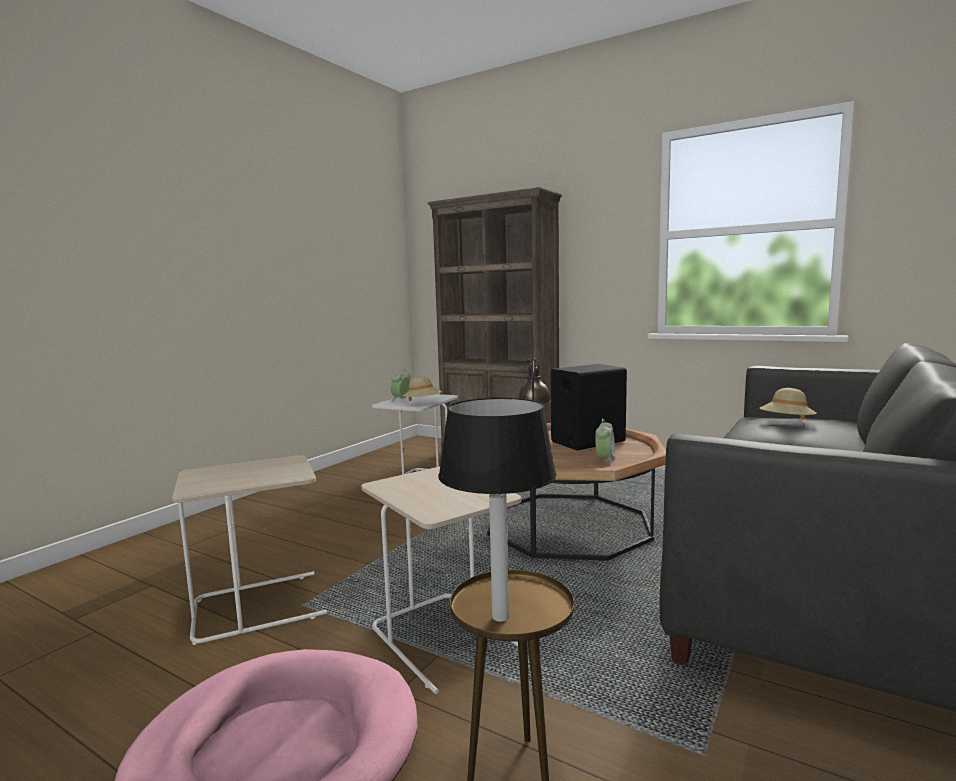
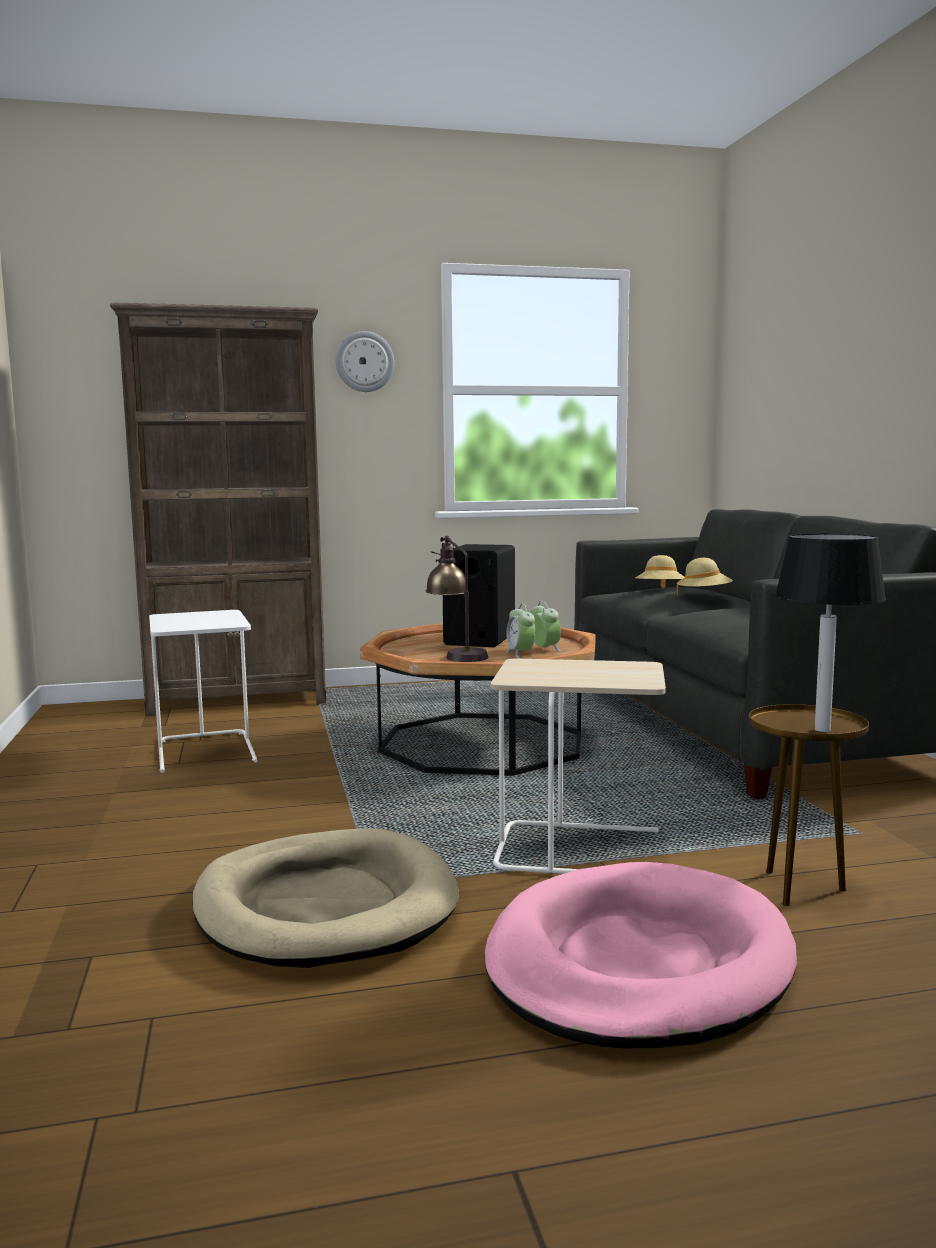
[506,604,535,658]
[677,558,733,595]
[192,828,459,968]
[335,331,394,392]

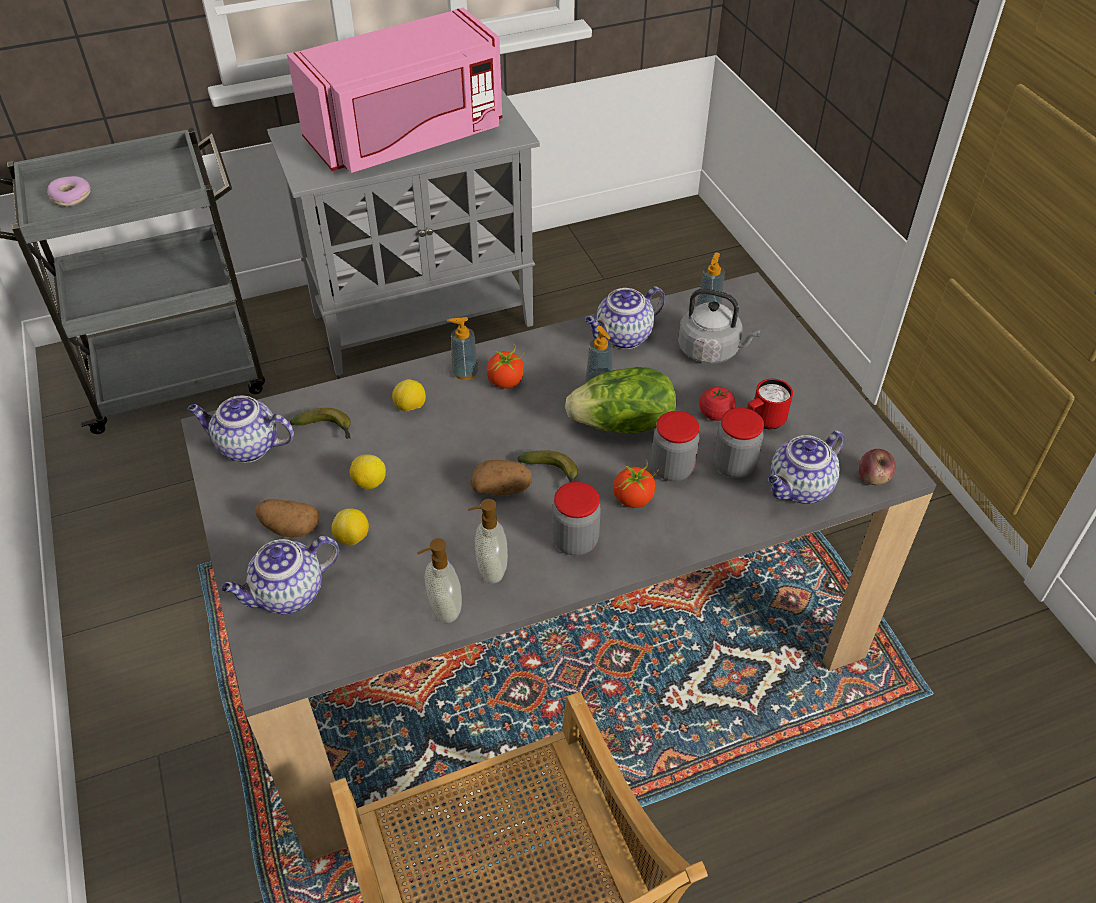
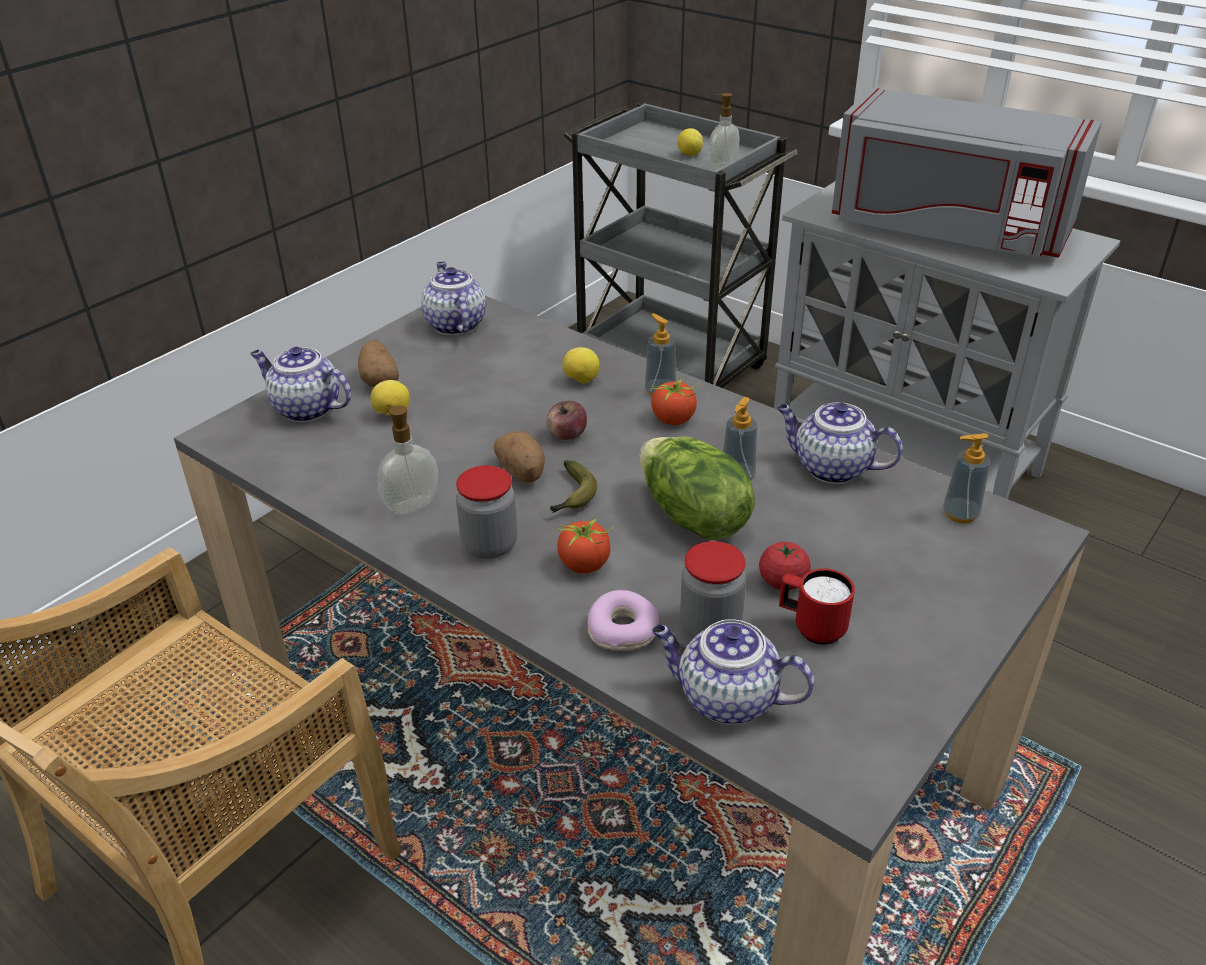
[832,87,1102,259]
[587,590,659,651]
[678,288,760,364] (first image)
[290,408,351,439] (first image)
[651,411,699,481] (first image)
[546,401,587,440]
[677,128,703,156]
[709,93,740,170]

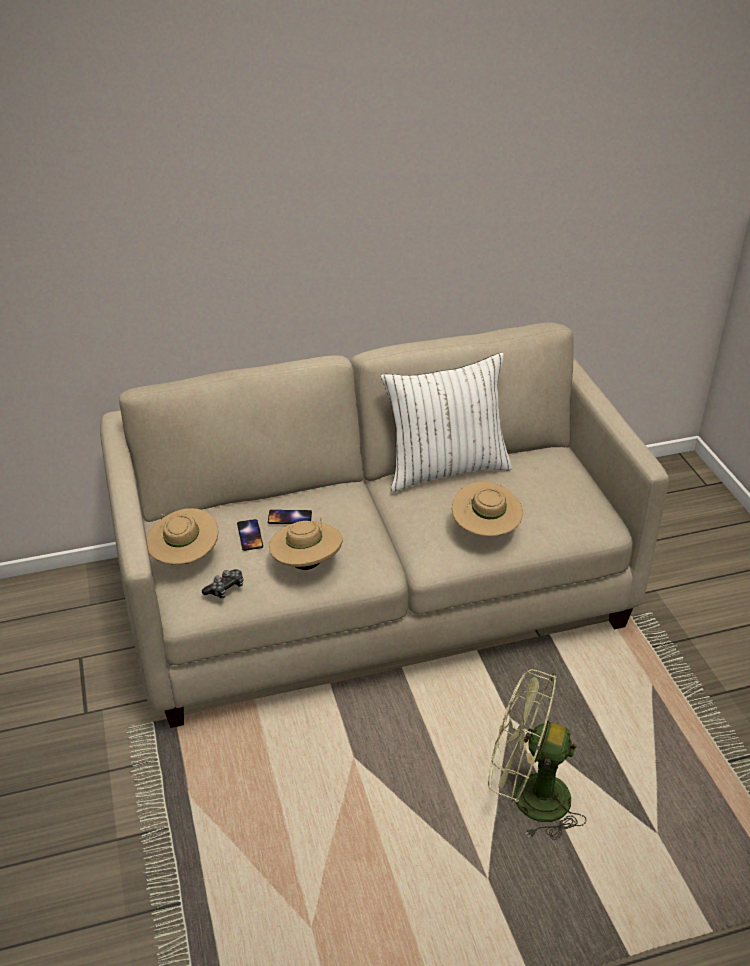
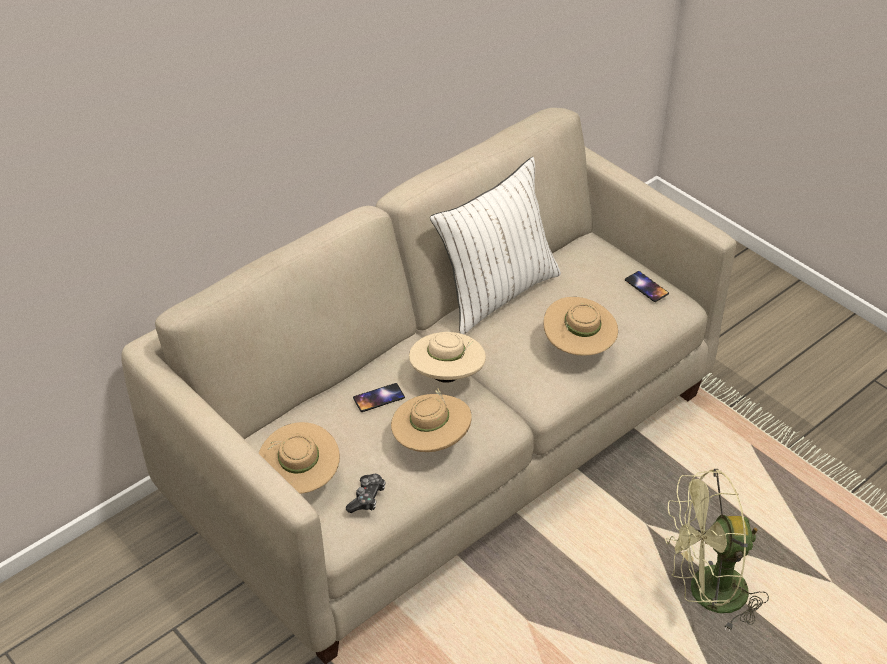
[625,271,669,302]
[409,332,486,383]

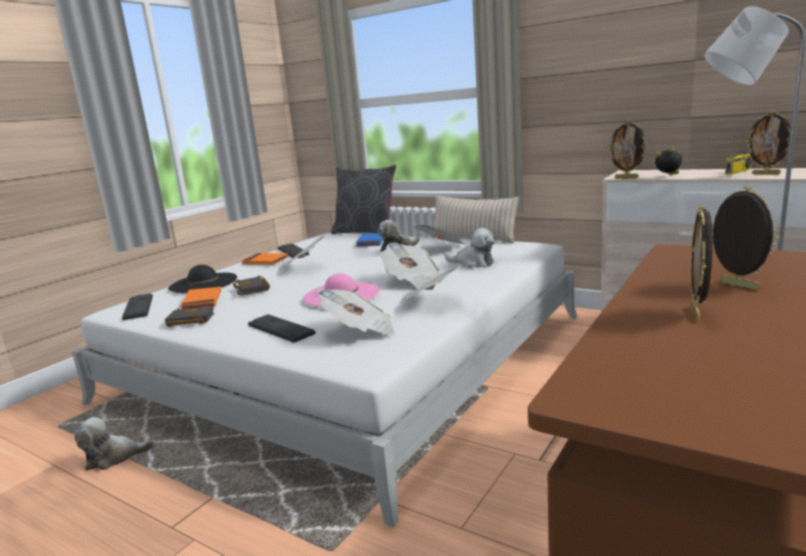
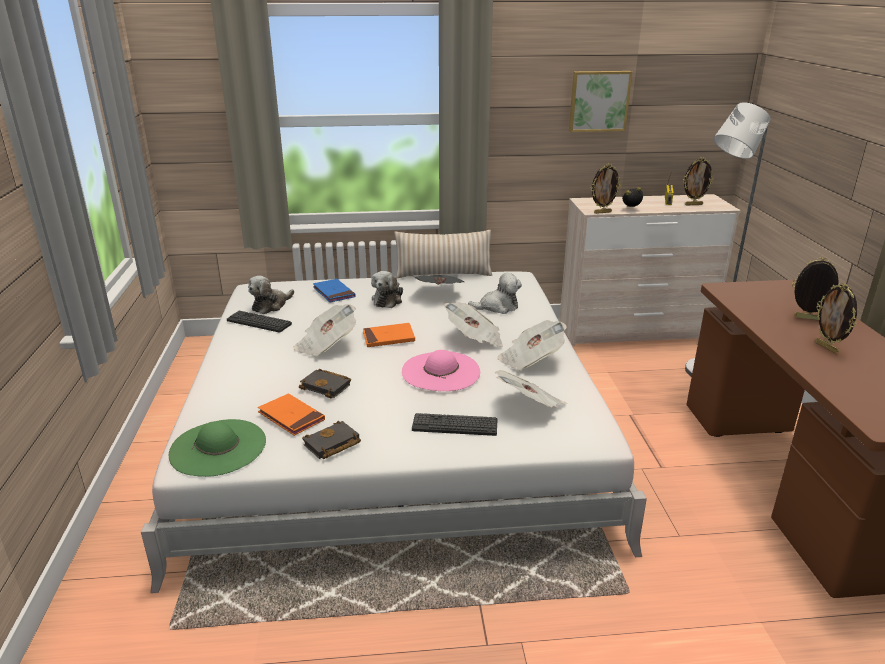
[331,165,396,234] (first image)
[363,323,415,347]
[168,265,237,294] (first image)
[169,419,266,477]
[248,276,294,314]
[569,71,632,132]

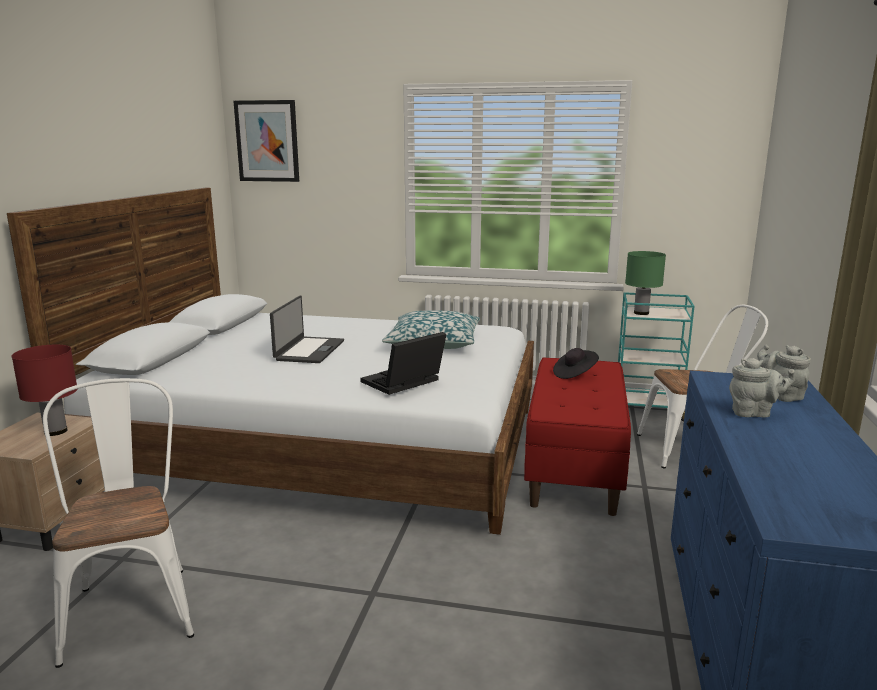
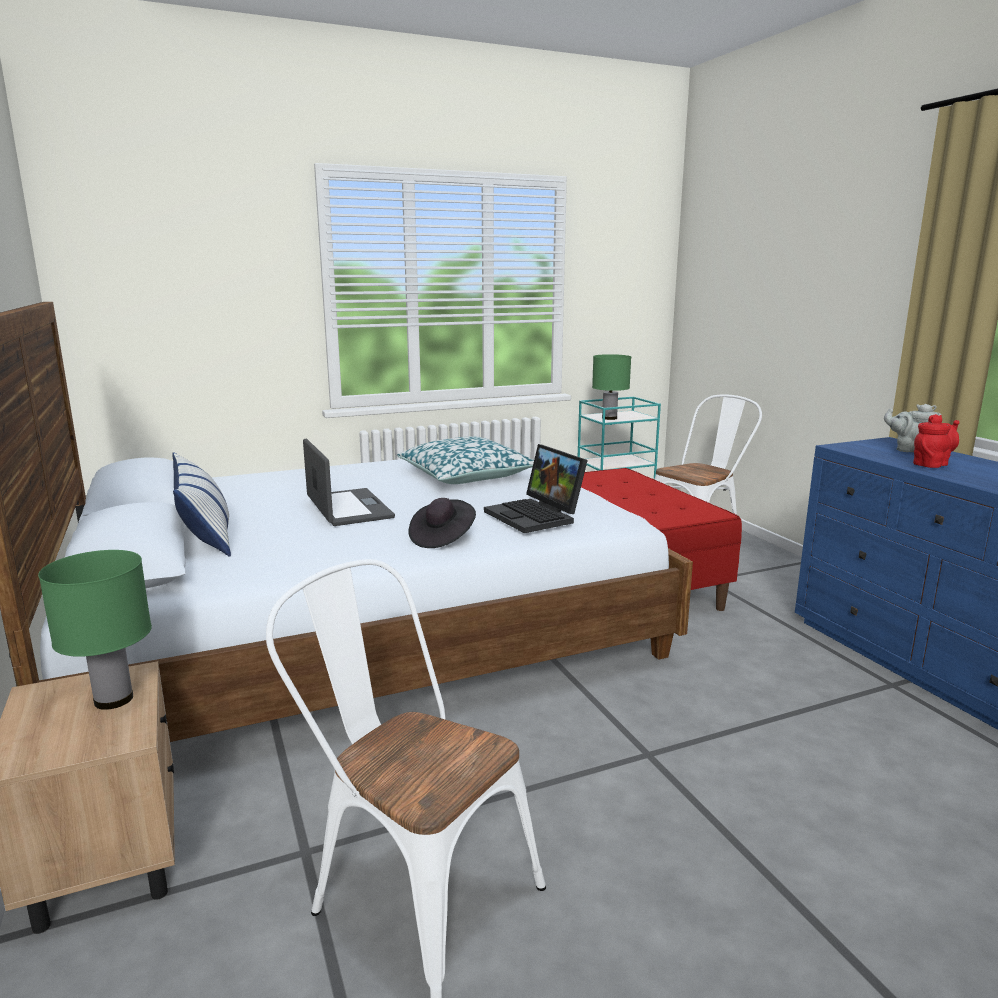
[233,100,299,182] (first image)
[484,444,588,533]
[38,550,152,710]
[408,498,476,548]
[913,414,960,468]
[172,452,231,557]

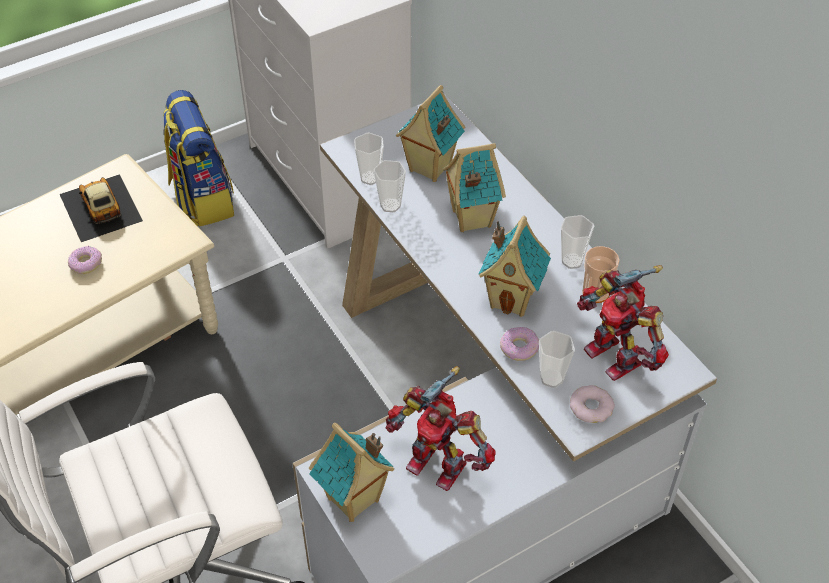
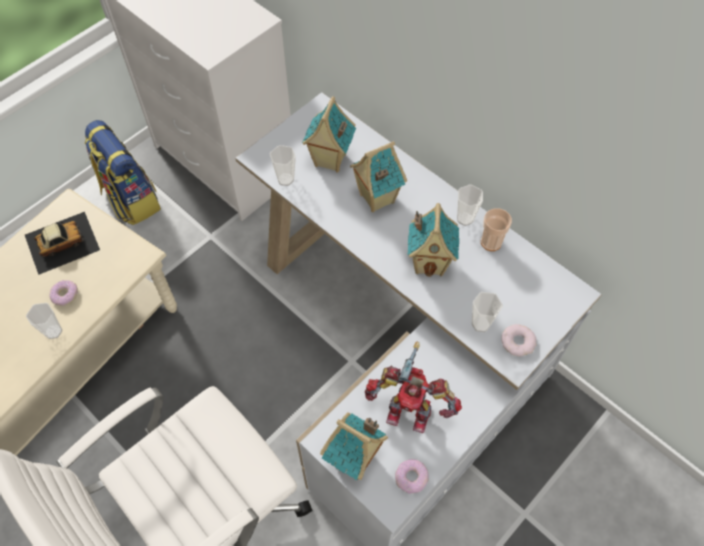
[26,303,62,339]
[25,212,100,275]
[577,265,669,381] (first image)
[395,459,429,494]

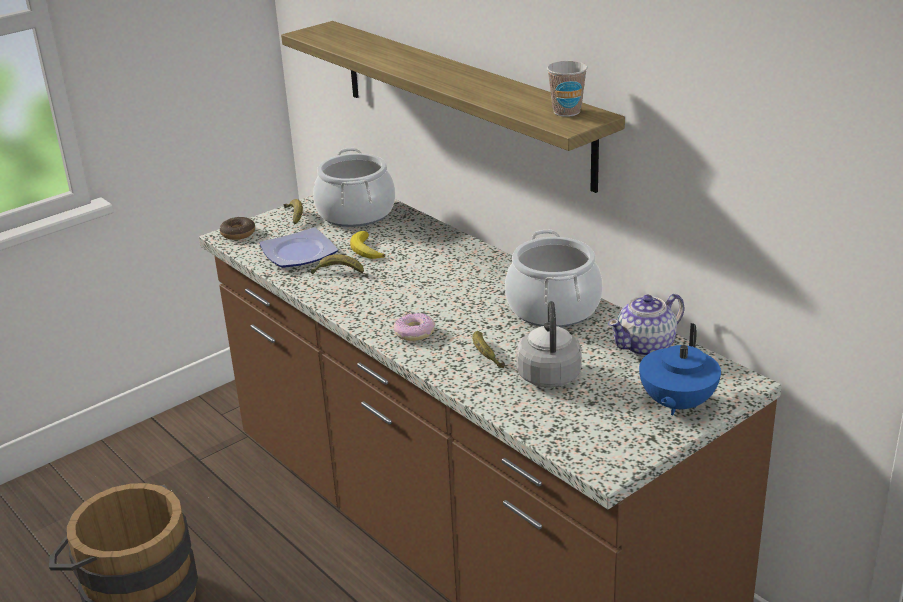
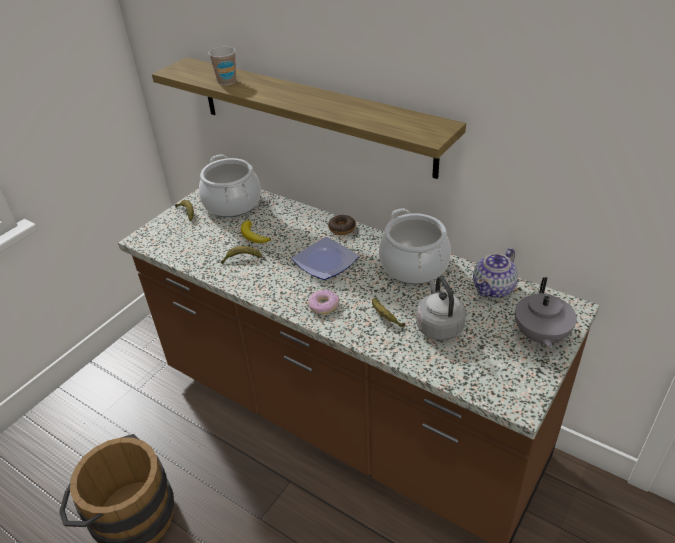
[208,47,236,85]
[328,215,356,235]
[292,237,359,280]
[515,277,577,348]

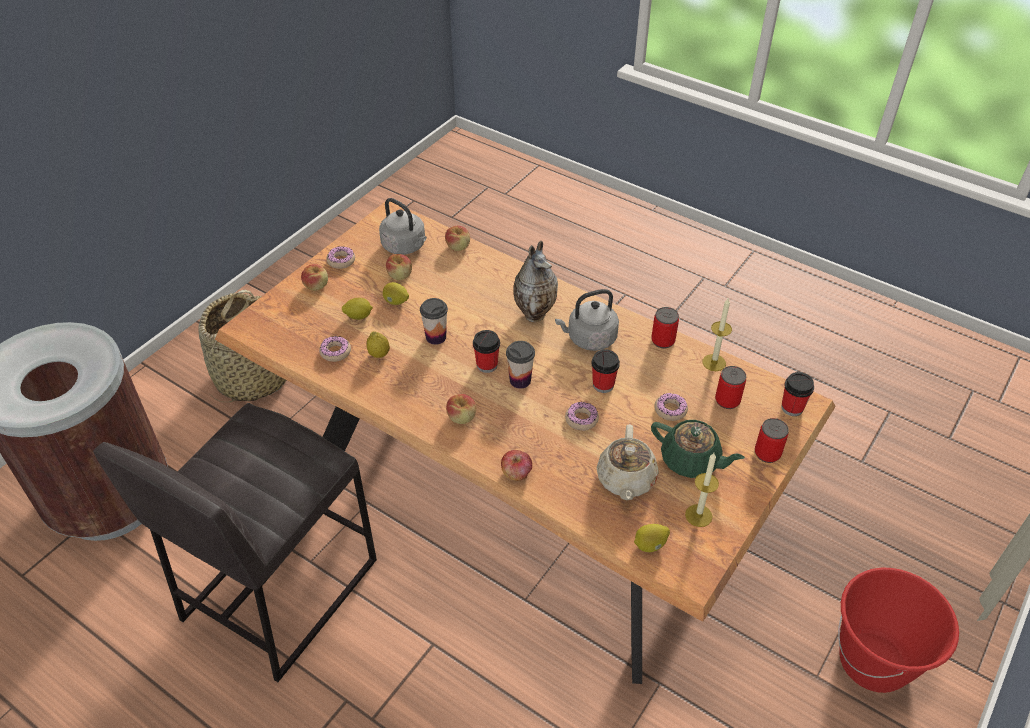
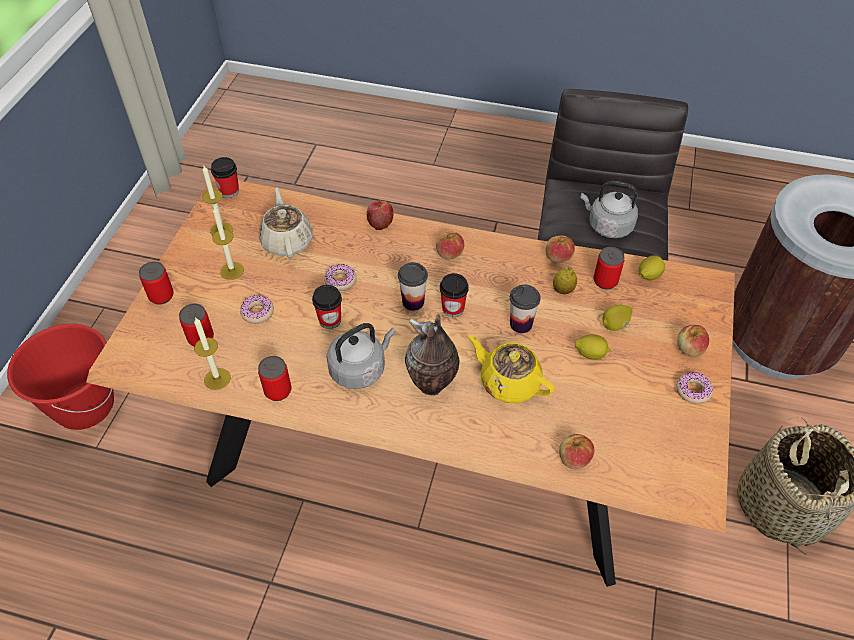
[581,181,638,238]
[546,235,575,263]
[593,247,624,289]
[211,157,239,198]
[212,207,244,280]
[638,255,665,280]
[468,335,555,403]

